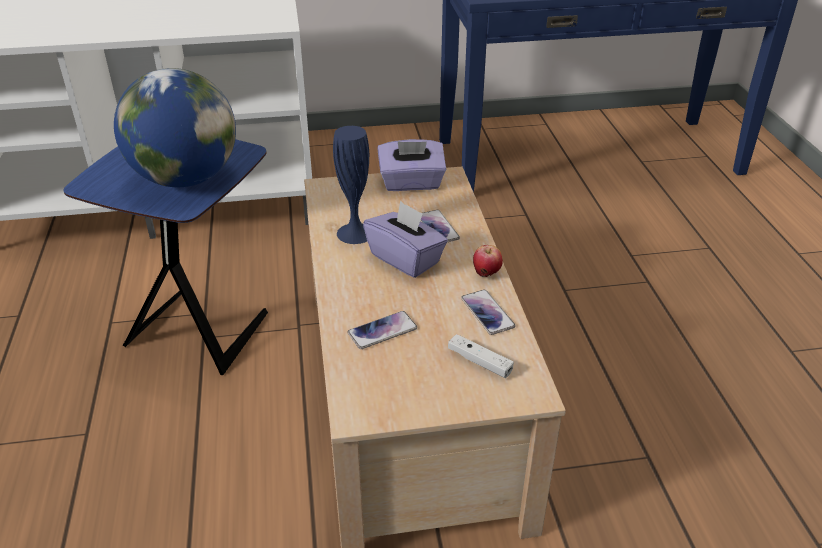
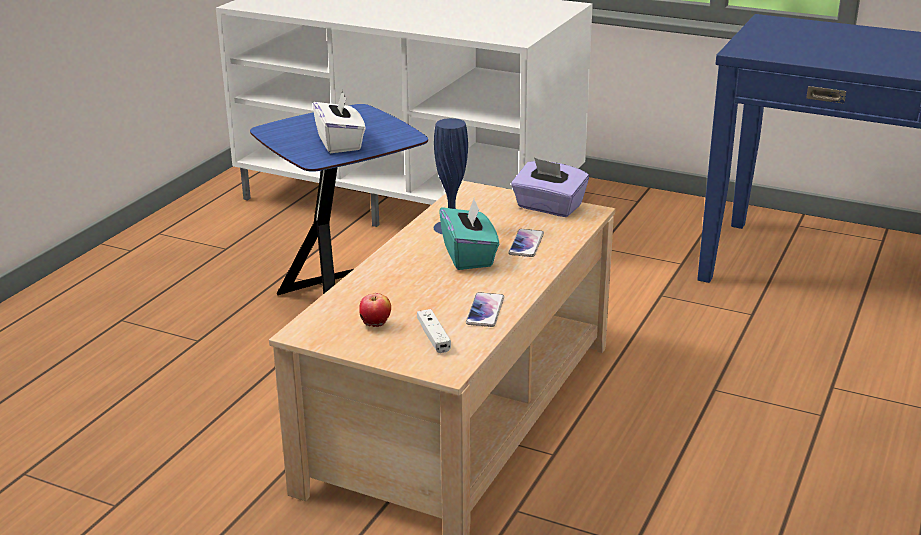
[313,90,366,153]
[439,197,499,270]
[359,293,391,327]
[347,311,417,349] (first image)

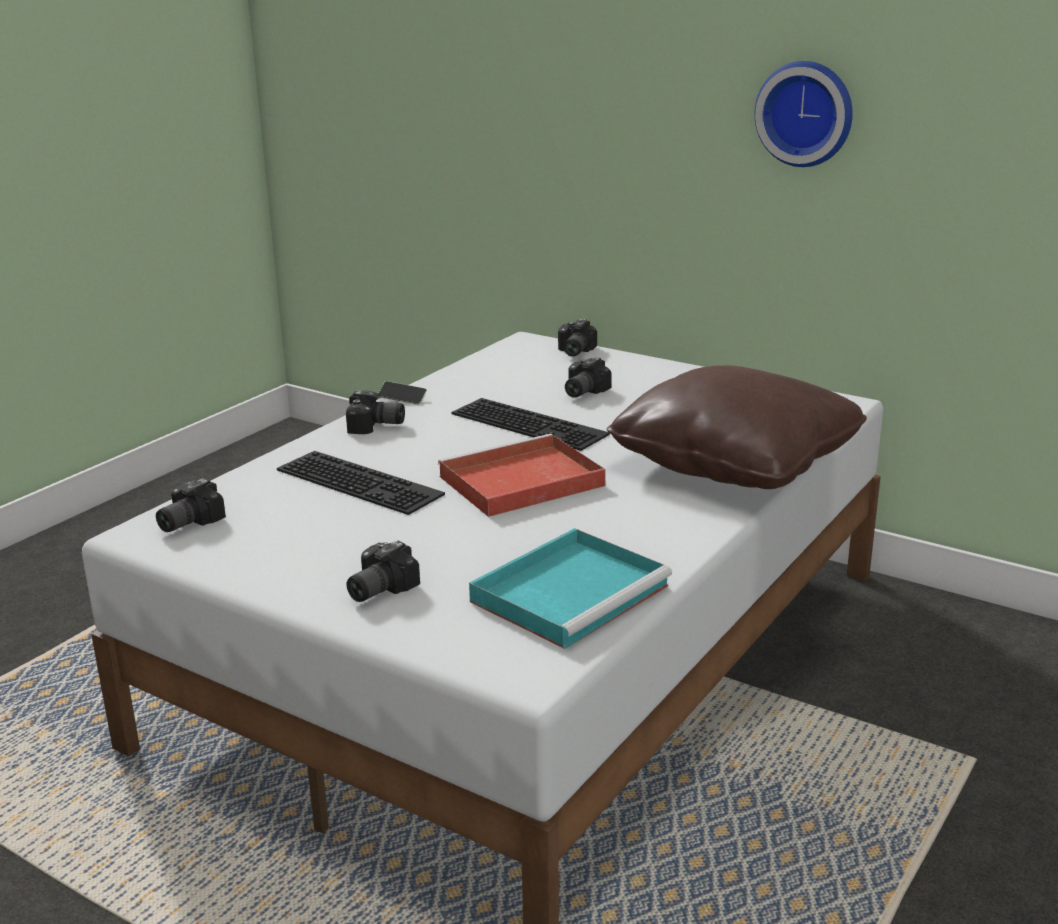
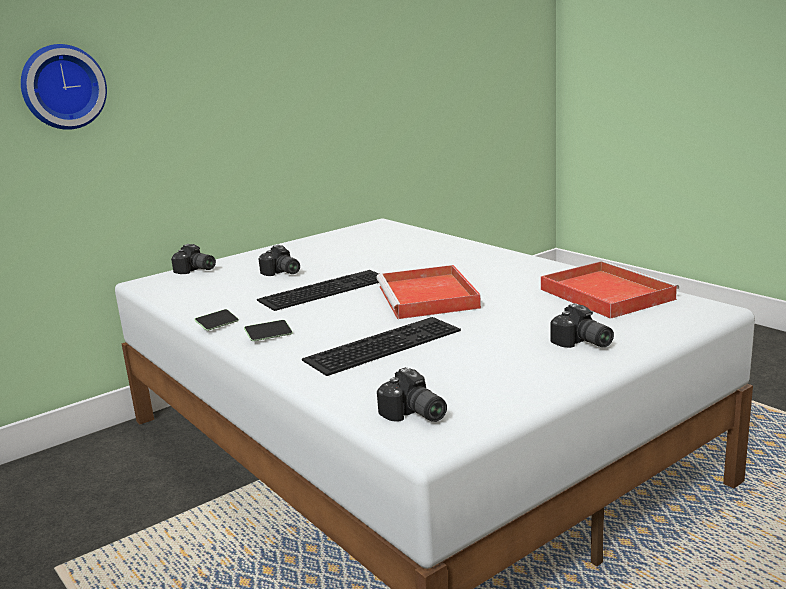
[21,44,107,130]
[607,365,867,489] (first image)
[244,320,293,341]
[541,261,679,319]

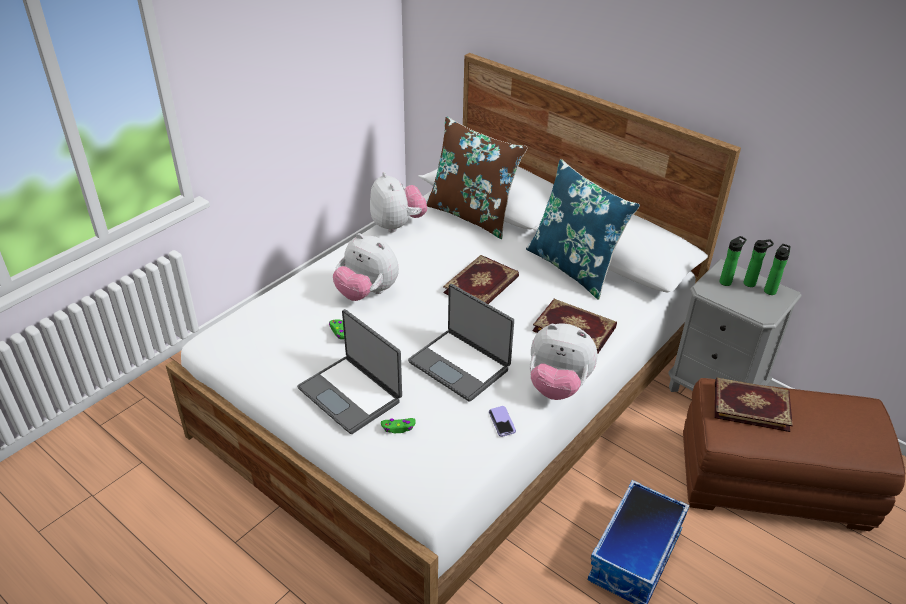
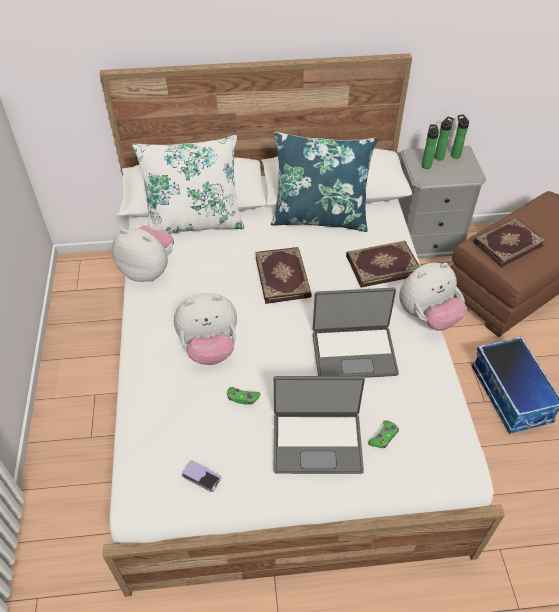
[132,135,244,234]
[182,461,221,492]

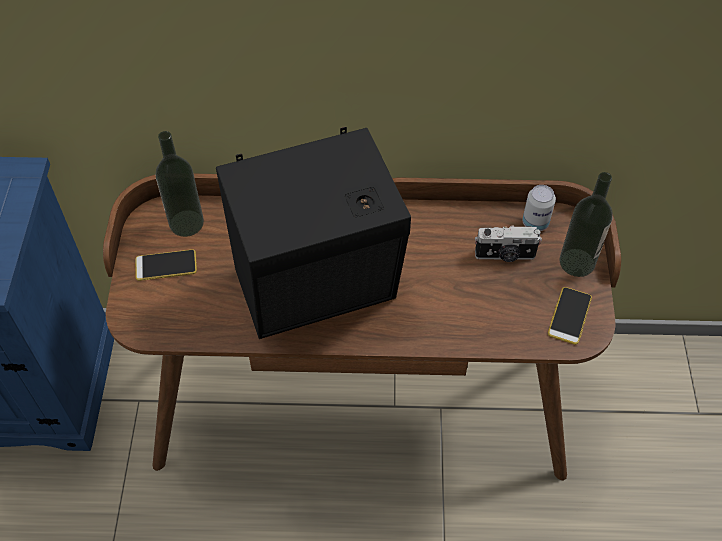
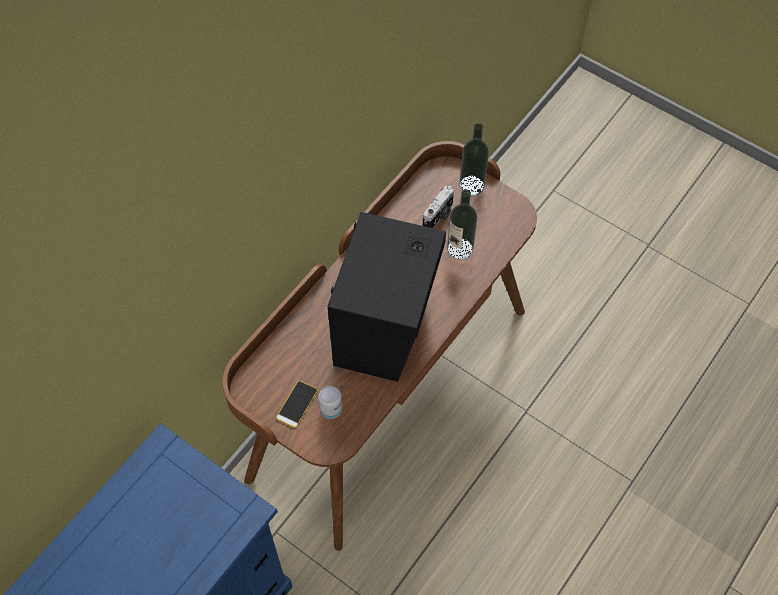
[447,189,477,260]
[318,386,342,419]
[548,287,592,345] (first image)

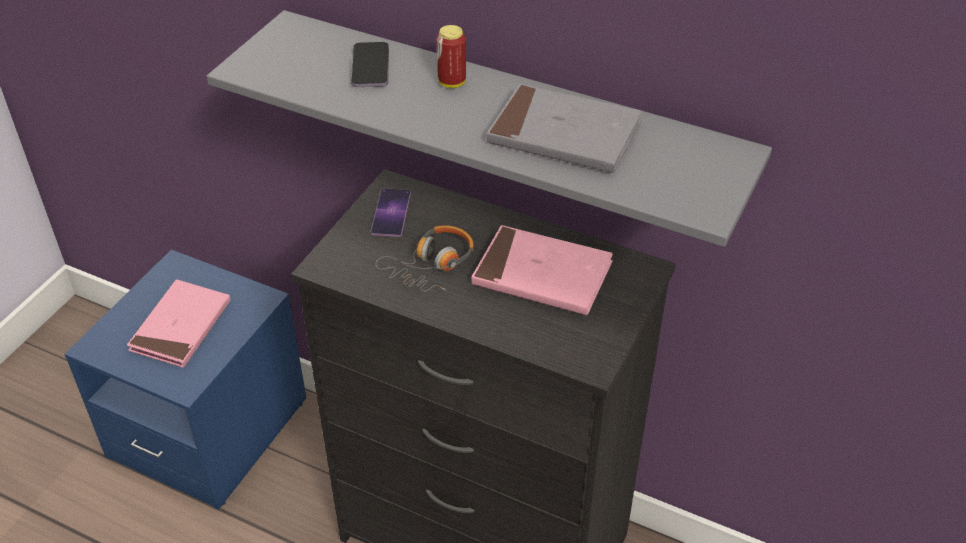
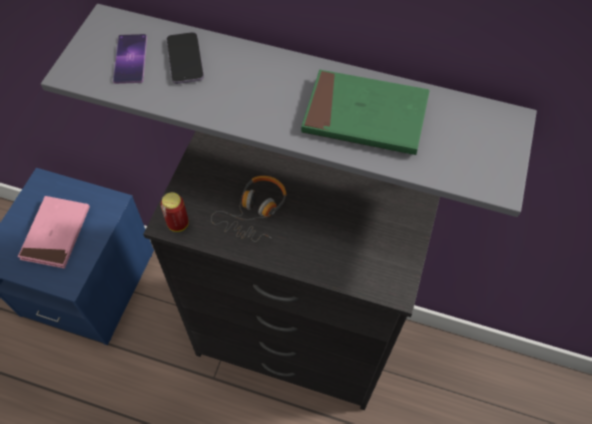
[160,192,189,232]
[301,70,430,155]
[113,34,147,84]
[471,225,613,315] (first image)

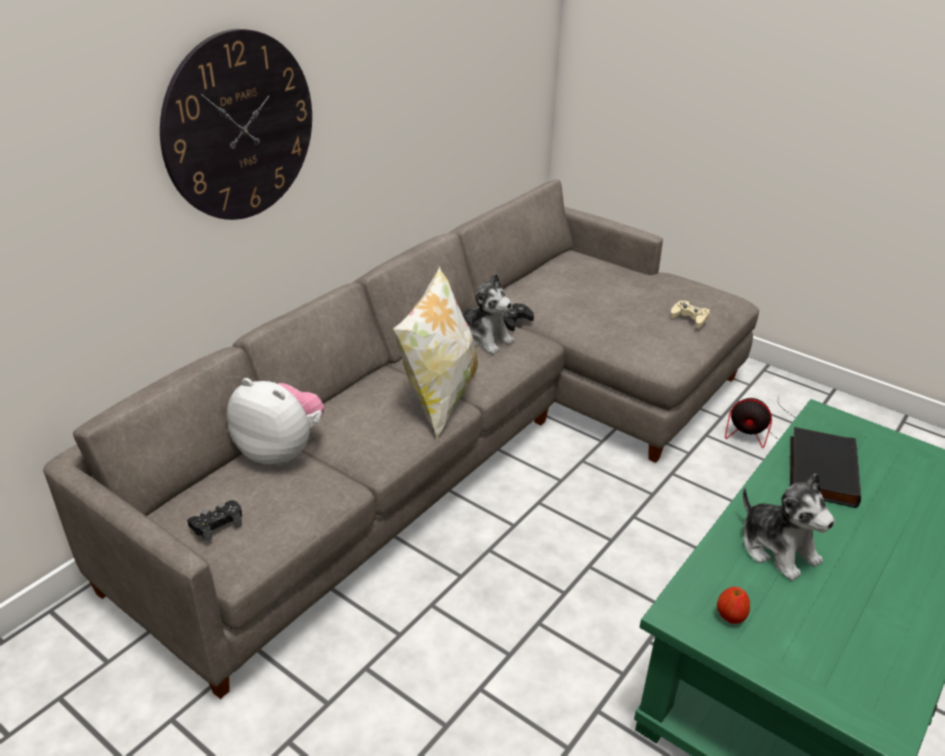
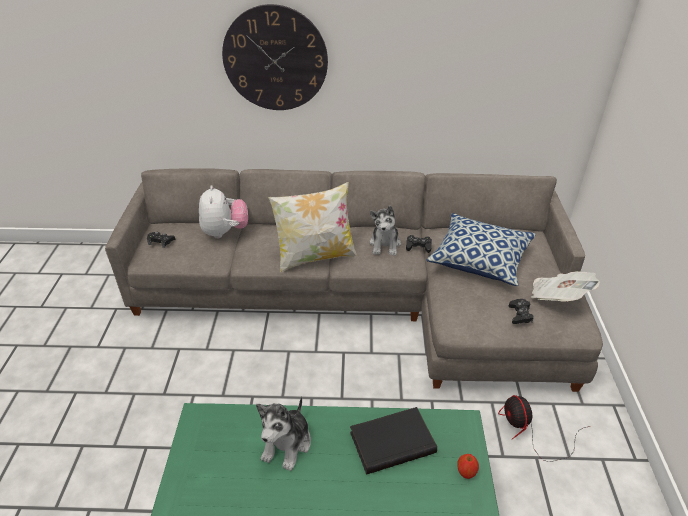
[509,299,534,324]
[457,454,479,479]
[427,213,536,286]
[531,271,600,302]

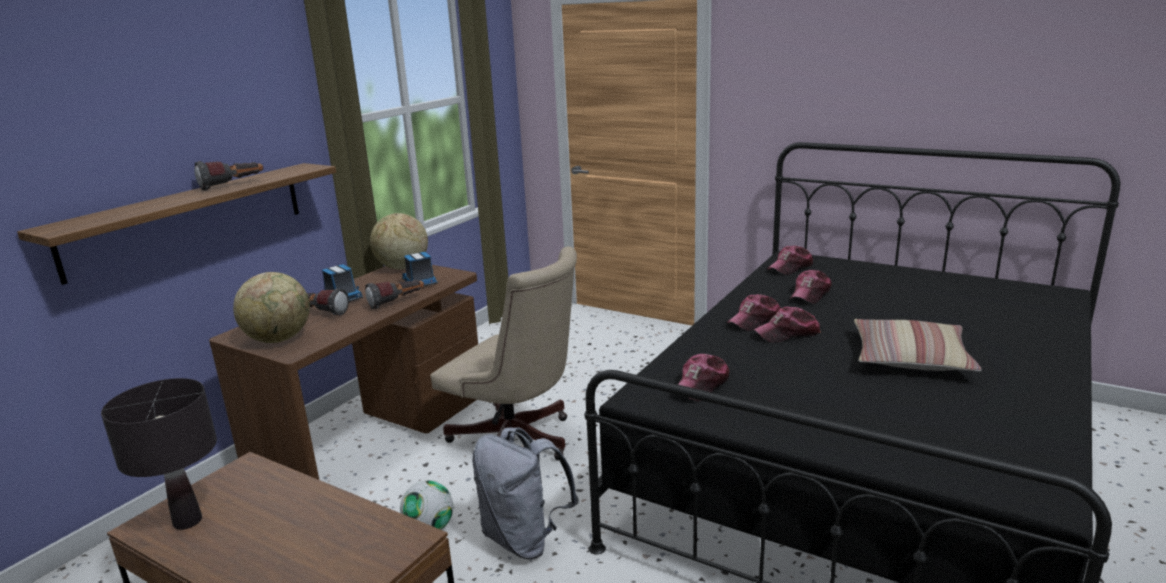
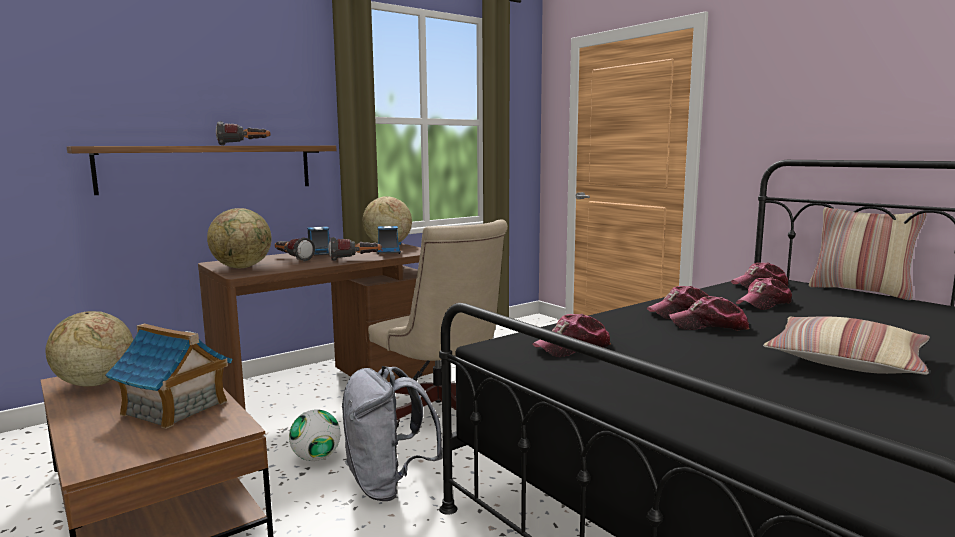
[46,311,133,386]
[809,207,926,300]
[105,324,232,429]

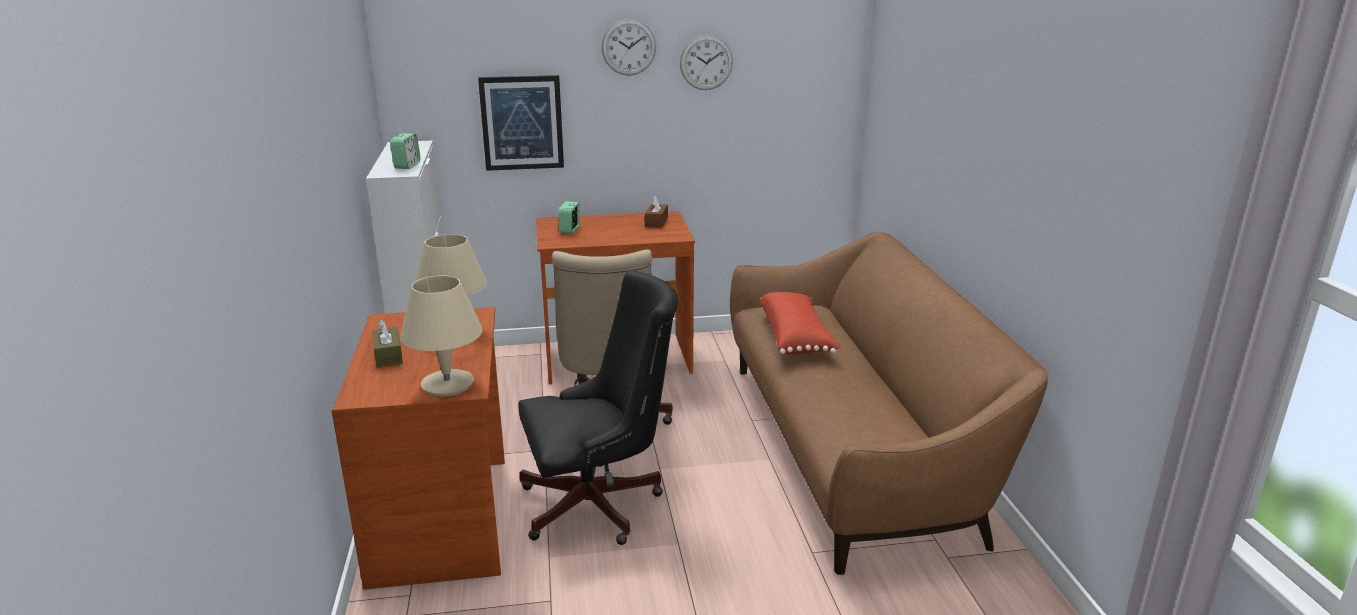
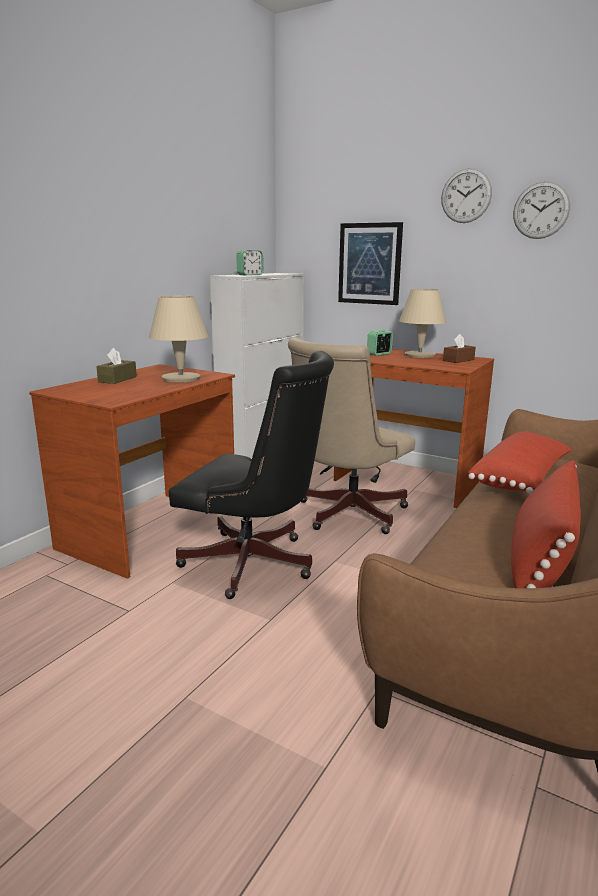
[399,289,446,358]
[511,460,581,588]

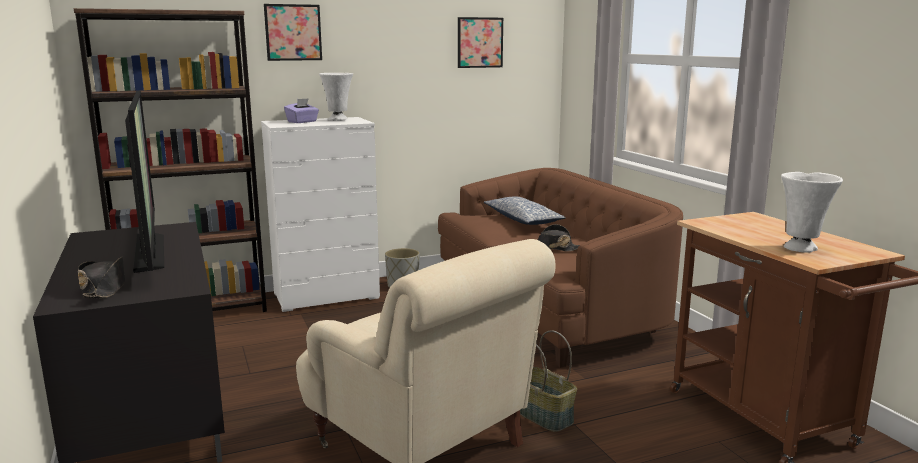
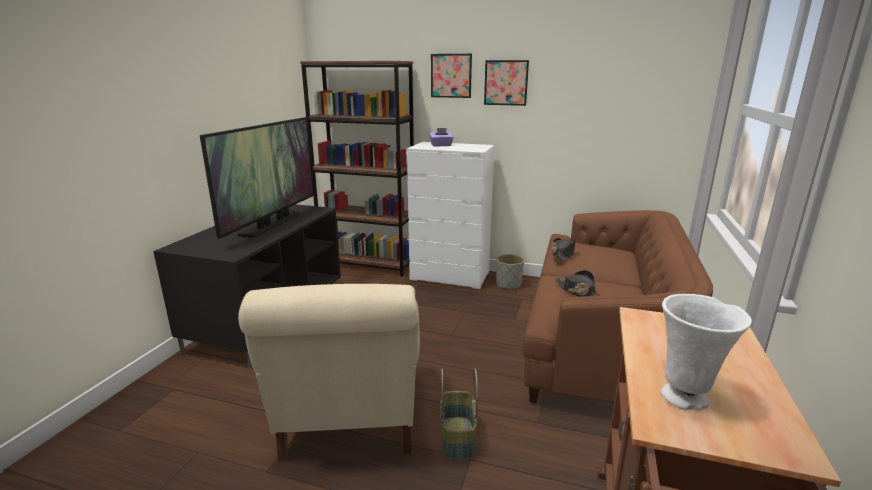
[484,60,529,106]
[319,73,353,121] (first image)
[484,197,566,225] (first image)
[552,238,576,260]

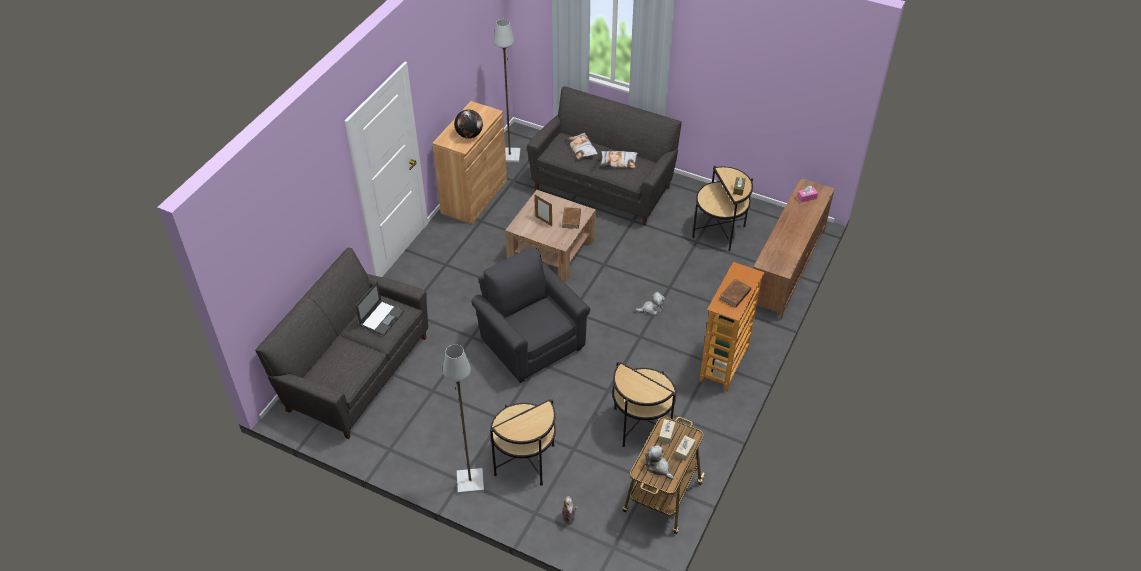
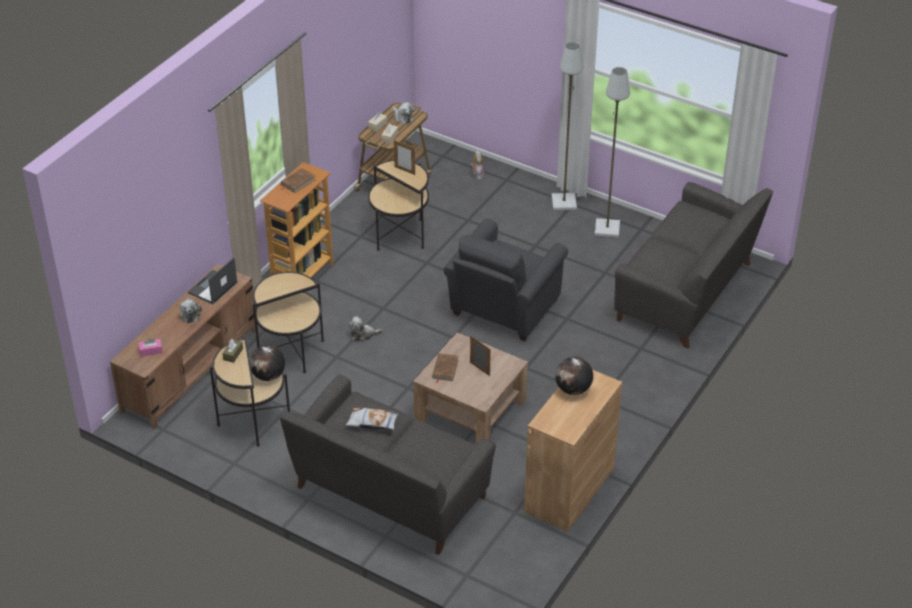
[595,67,630,237]
[567,132,598,160] (first image)
[444,218,568,341]
[188,257,238,304]
[253,272,324,373]
[394,140,415,175]
[179,297,202,323]
[250,345,285,381]

